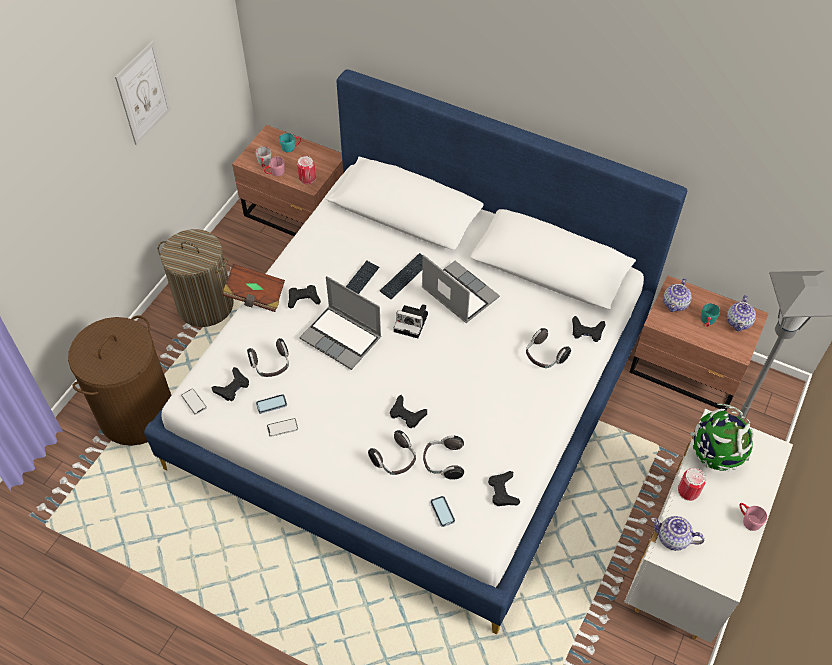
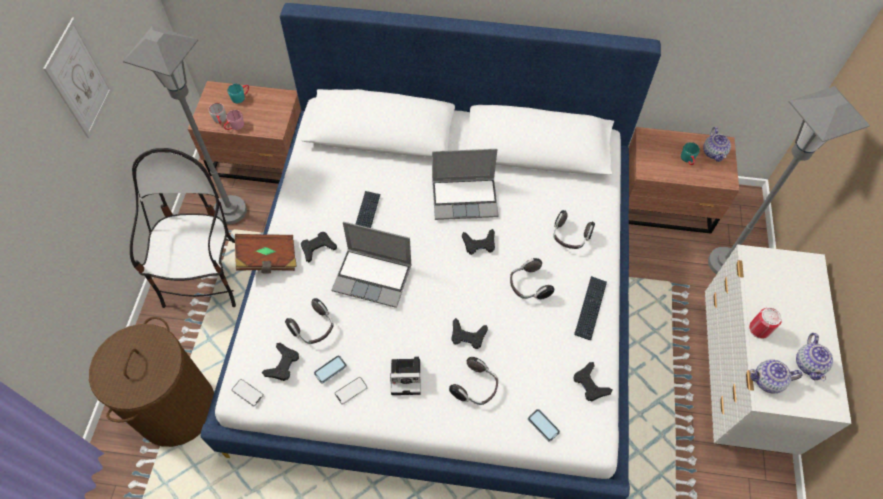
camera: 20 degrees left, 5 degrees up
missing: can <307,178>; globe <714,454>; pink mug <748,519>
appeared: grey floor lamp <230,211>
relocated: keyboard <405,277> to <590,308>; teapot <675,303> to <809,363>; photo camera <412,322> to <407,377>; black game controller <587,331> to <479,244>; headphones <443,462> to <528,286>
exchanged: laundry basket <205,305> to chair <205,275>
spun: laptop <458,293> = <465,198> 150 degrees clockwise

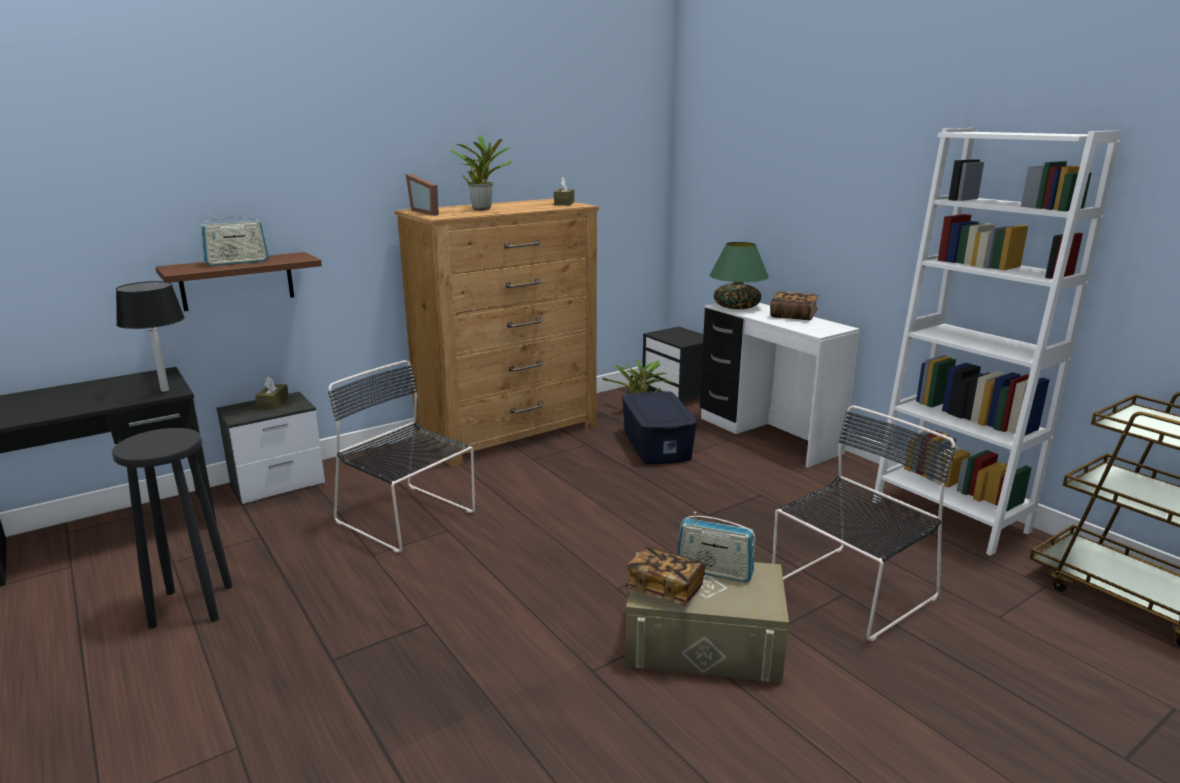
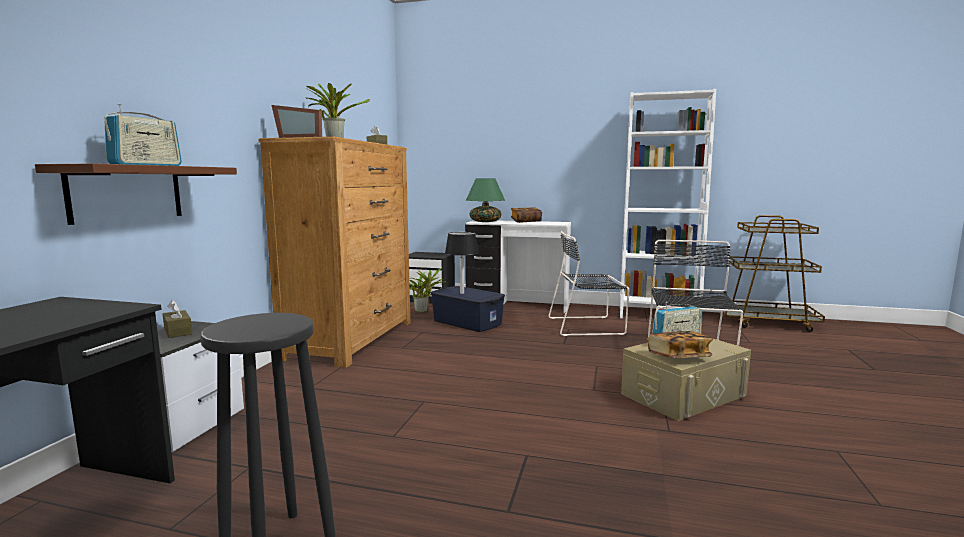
camera: 40 degrees left, 10 degrees down
relocated: black table lamp <164,390> to <462,293>; black chair <408,518> to <588,326>

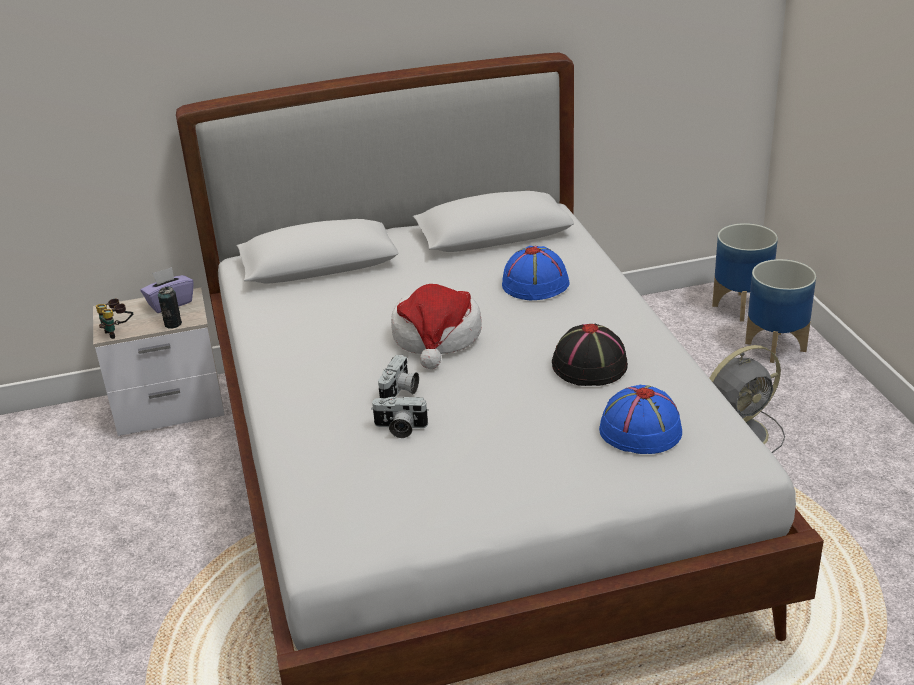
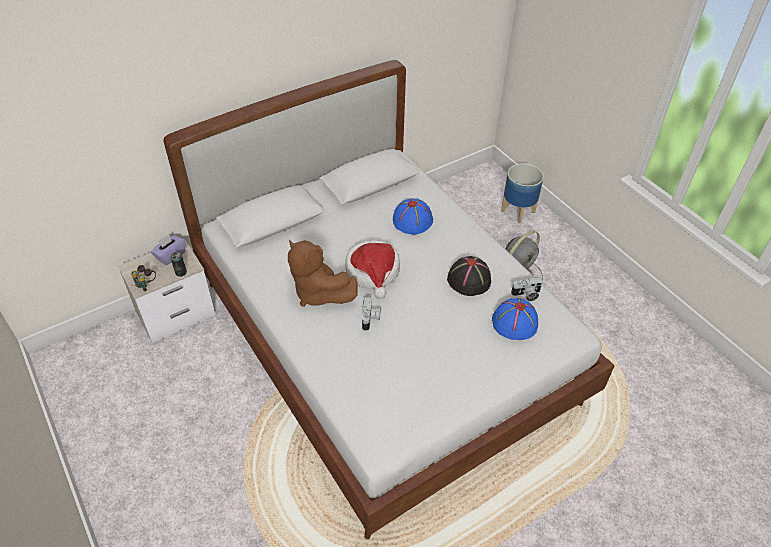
camera: 20 degrees left, 15 degrees up
missing: planter <741,306>
appeared: brown plush toy <318,292>
relocated: photo camera <400,428> to <526,295>

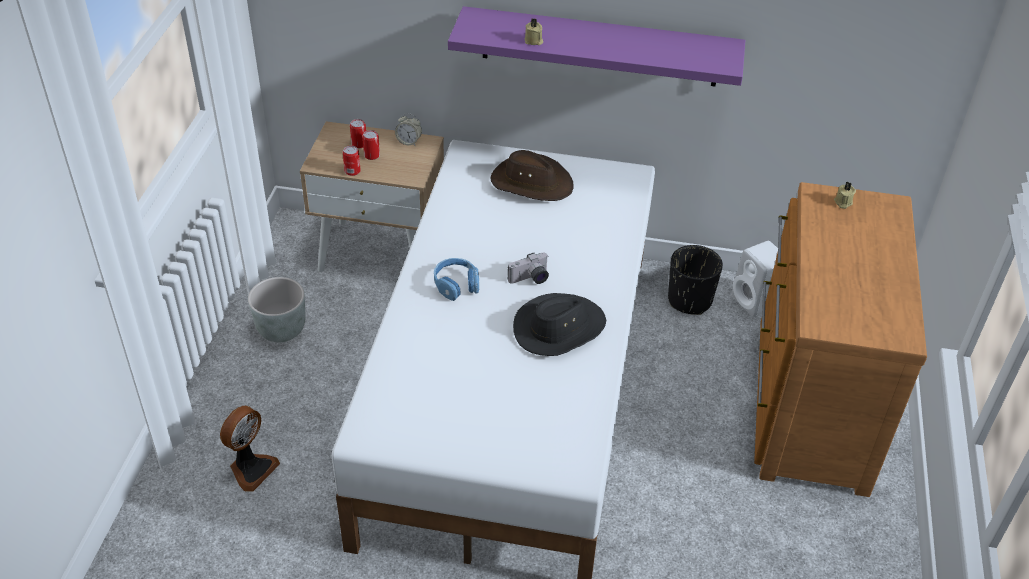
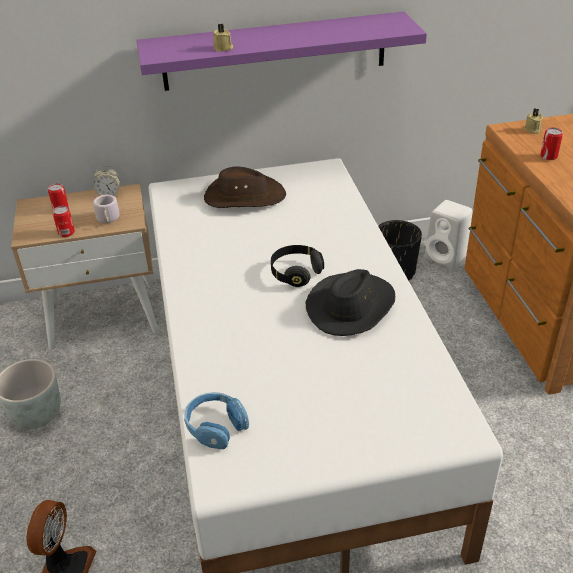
camera: 20 degrees left, 5 degrees down
appeared: grey mug <109,219>
relocated: can <372,155> to <548,156>; blue headphones <456,284> to <216,426>
exchanged: photo camera <530,279> to black headphones <296,273>

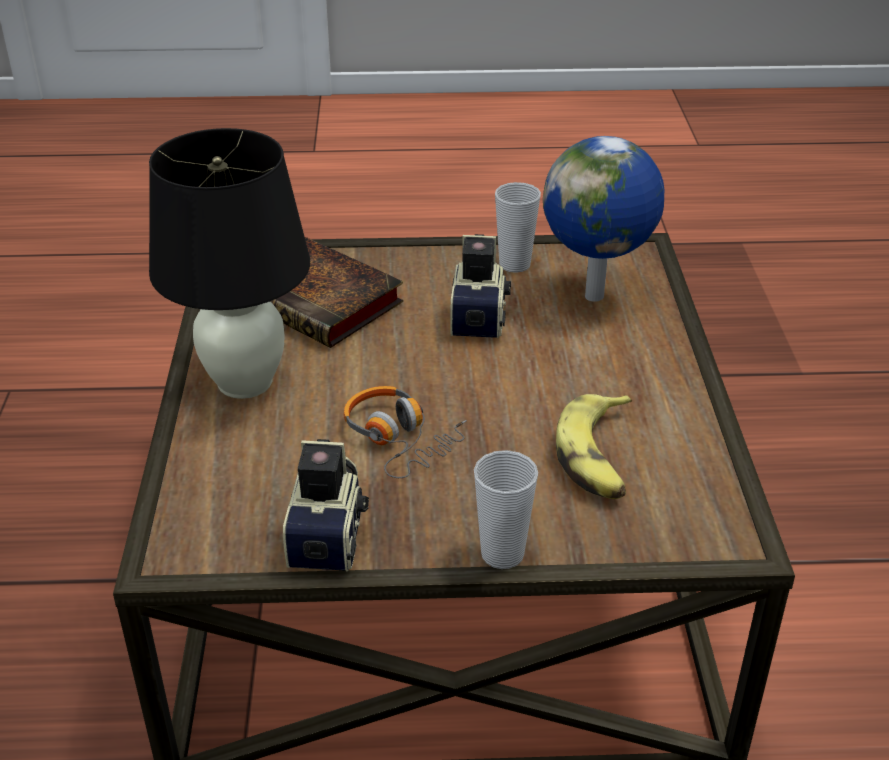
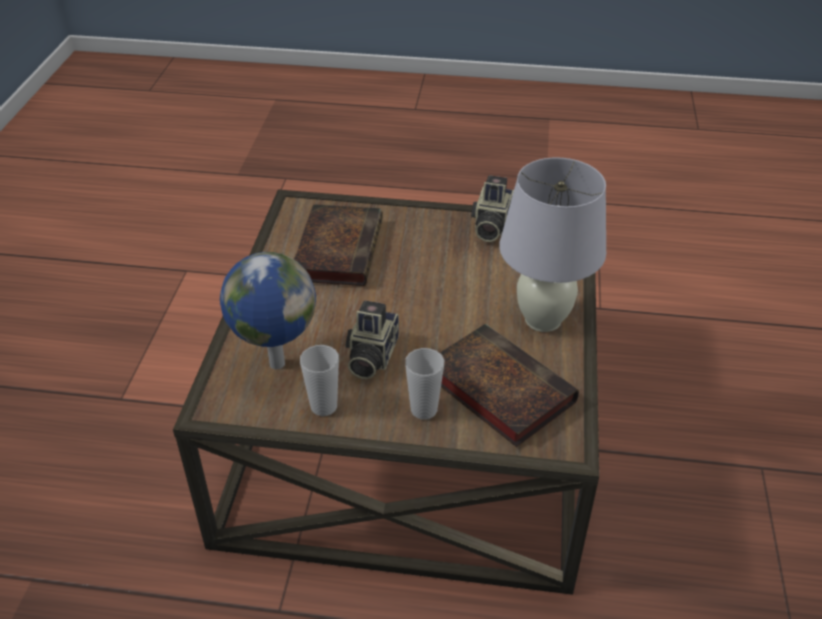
camera: 170 degrees left, 5 degrees up
missing: headphones <399,439>
relocated: cup <502,554> to <424,410>
exchanged: banana <598,457> to book <338,249>
colour: black table lamp <246,382> to white table lamp <542,320>

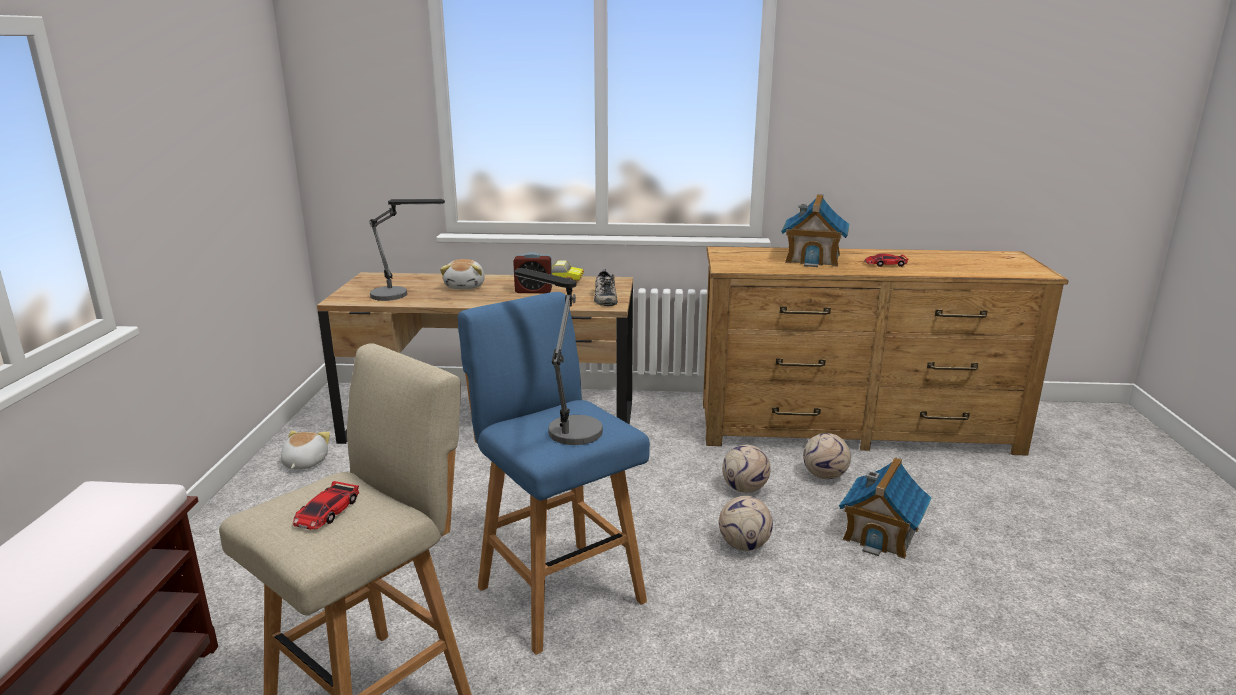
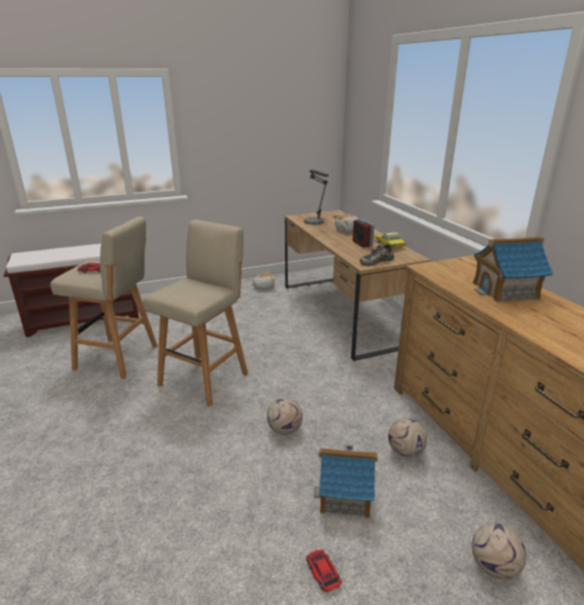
camera: 65 degrees right, 5 degrees up
missing: table lamp <565,426>
relocated: toy car <885,264> to <322,572>; football <745,488> to <494,567>
colour: blue stool <558,591> to beige stool <205,377>

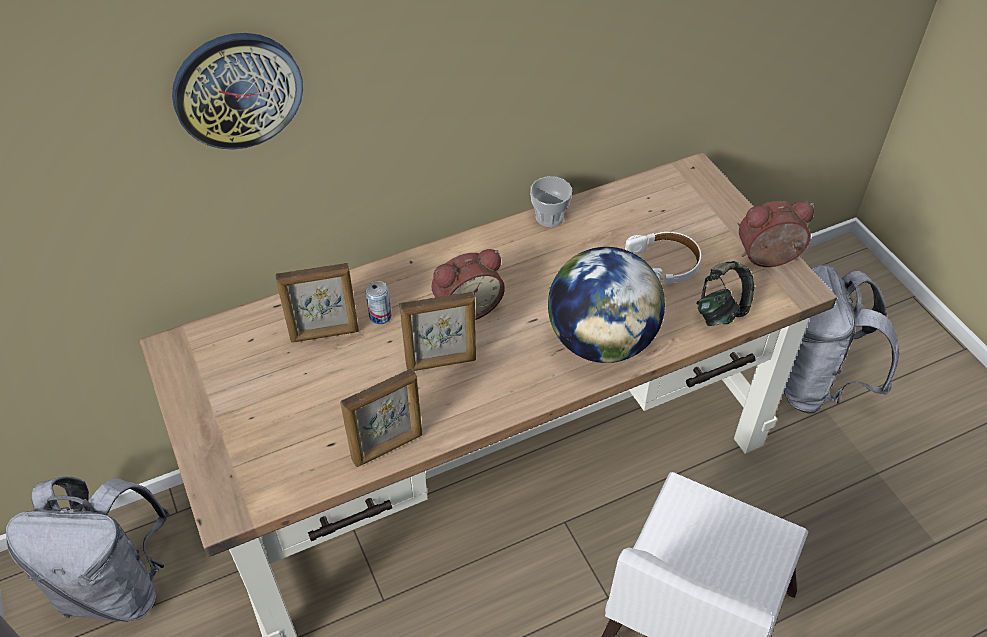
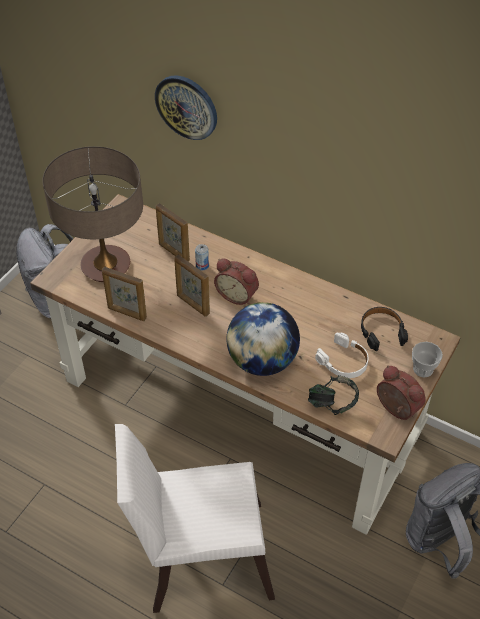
camera: 55 degrees right, 0 degrees up
appeared: table lamp <106,266>; black headphones <381,331>
relocated: cup <549,217> to <423,369>

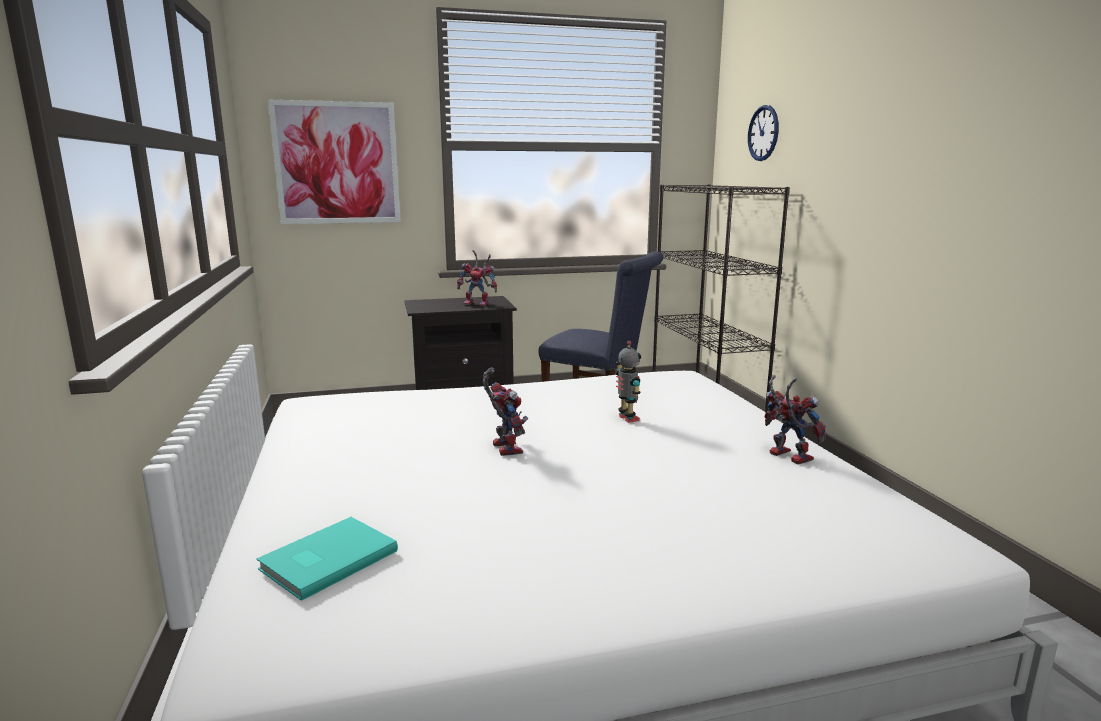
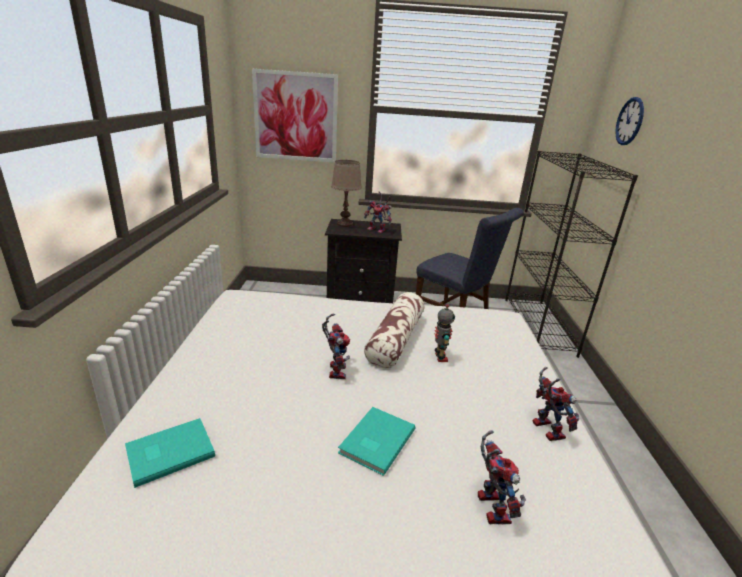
camera: 15 degrees right, 10 degrees up
appeared: brown table lamp <344,224>; pillow <395,339>; turquoise book <375,441>; toy robot <489,504>

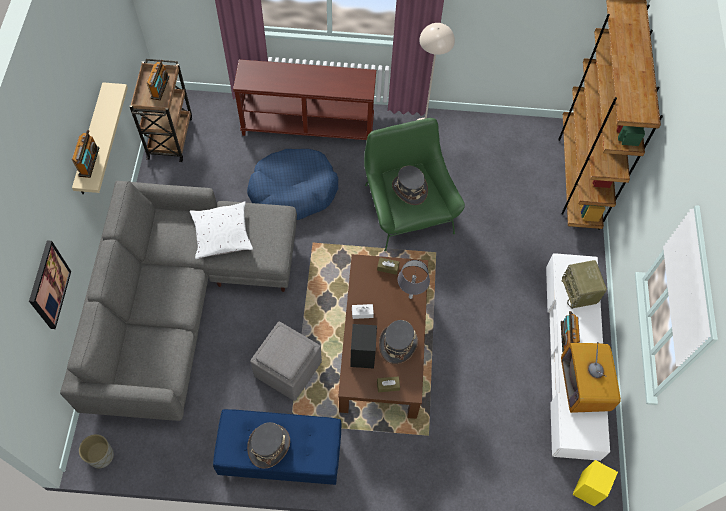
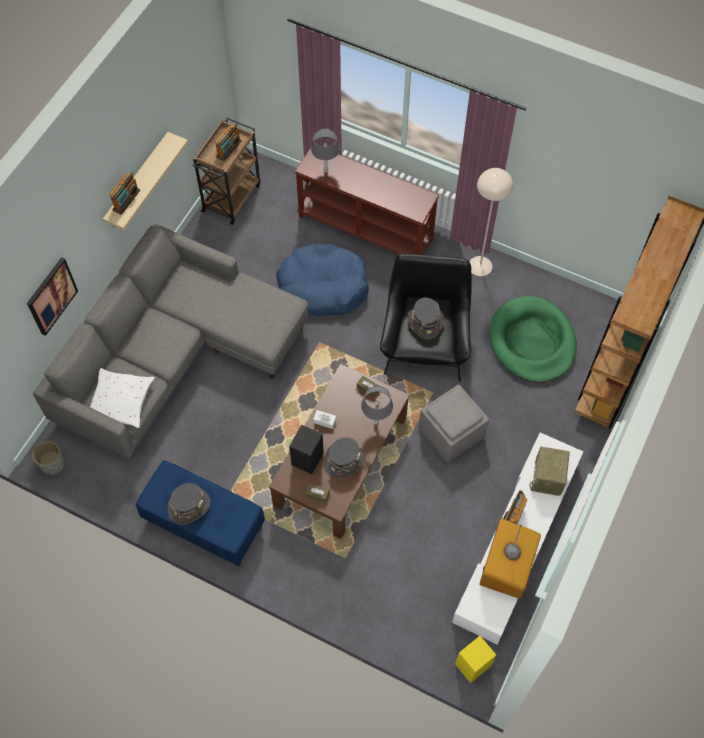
camera: 25 degrees right, 0 degrees up
appeared: grey table lamp <326,171>; green dog bed <532,342>
relocated: white pillow <222,234> to <120,401>; grey ottoman <287,369> to <450,433>
colour: green armchair <407,209> to black armchair <425,341>

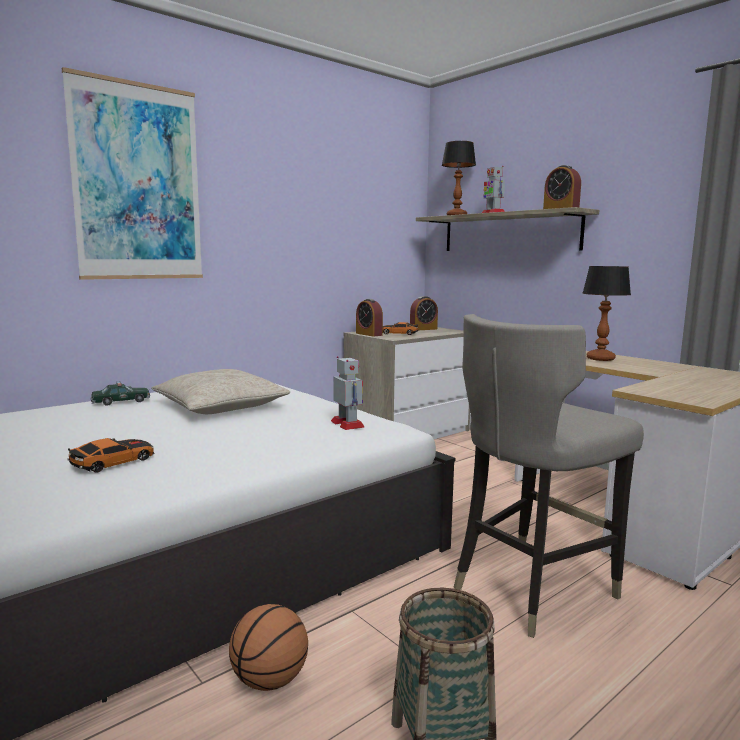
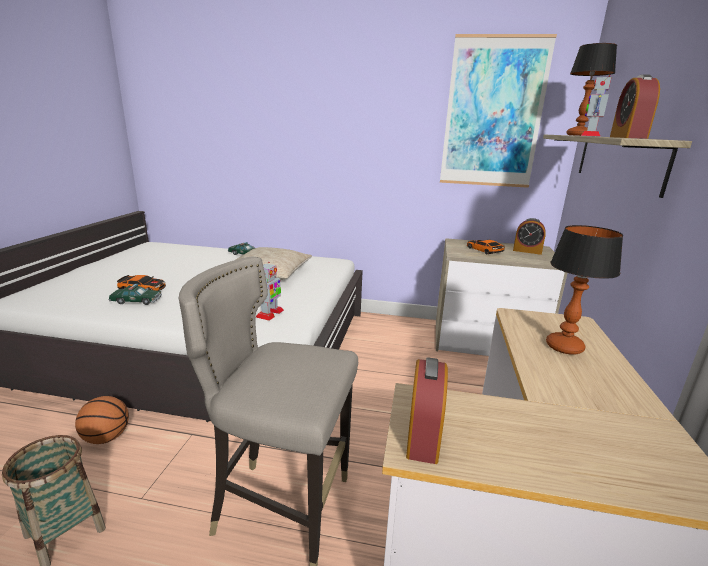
camera: 50 degrees right, 10 degrees up
appeared: toy car <136,301>
relocated: picture <138,183> to <493,114>; alarm clock <369,334> to <423,436>

